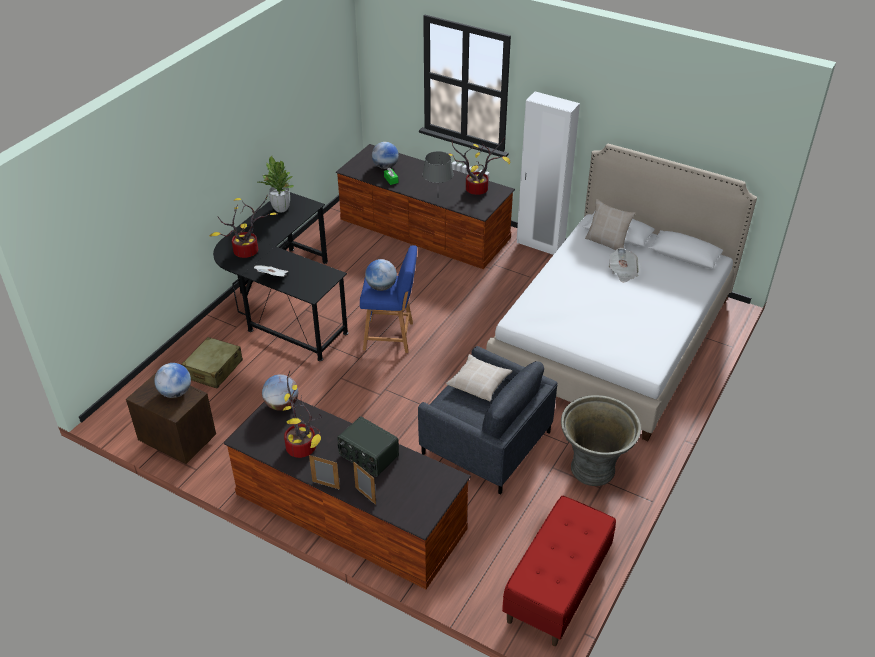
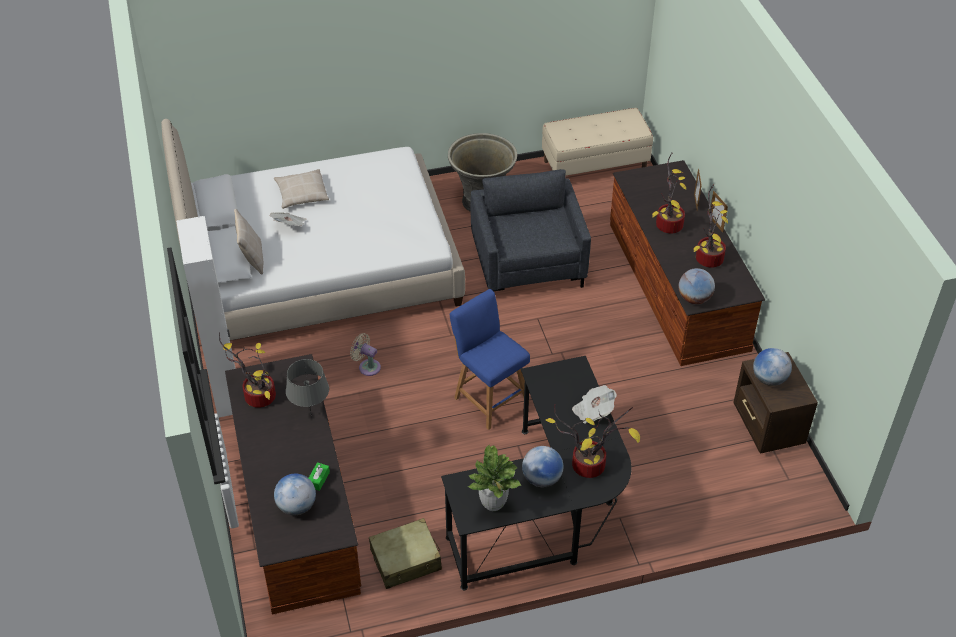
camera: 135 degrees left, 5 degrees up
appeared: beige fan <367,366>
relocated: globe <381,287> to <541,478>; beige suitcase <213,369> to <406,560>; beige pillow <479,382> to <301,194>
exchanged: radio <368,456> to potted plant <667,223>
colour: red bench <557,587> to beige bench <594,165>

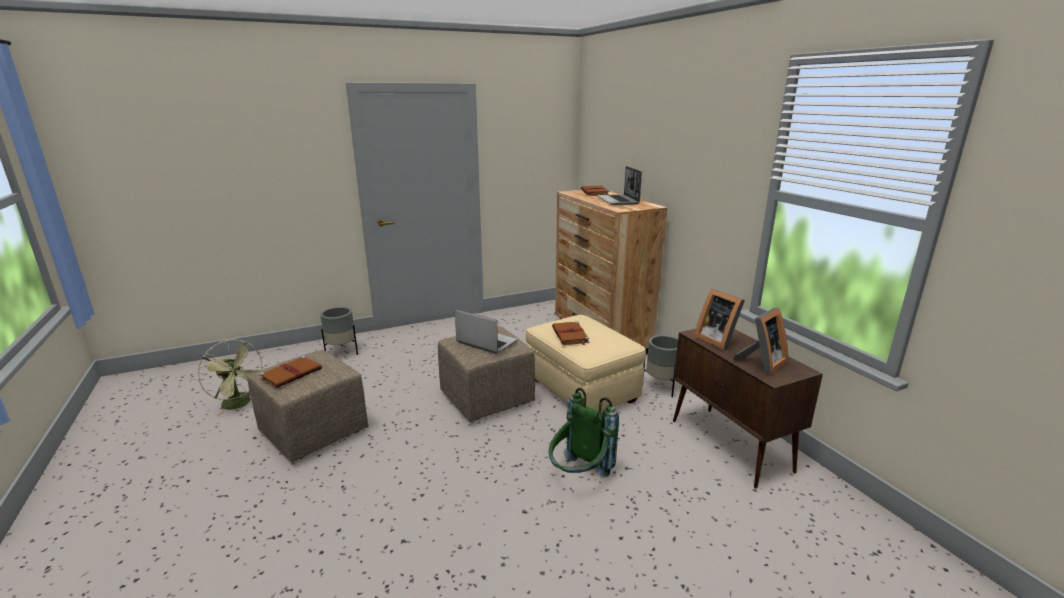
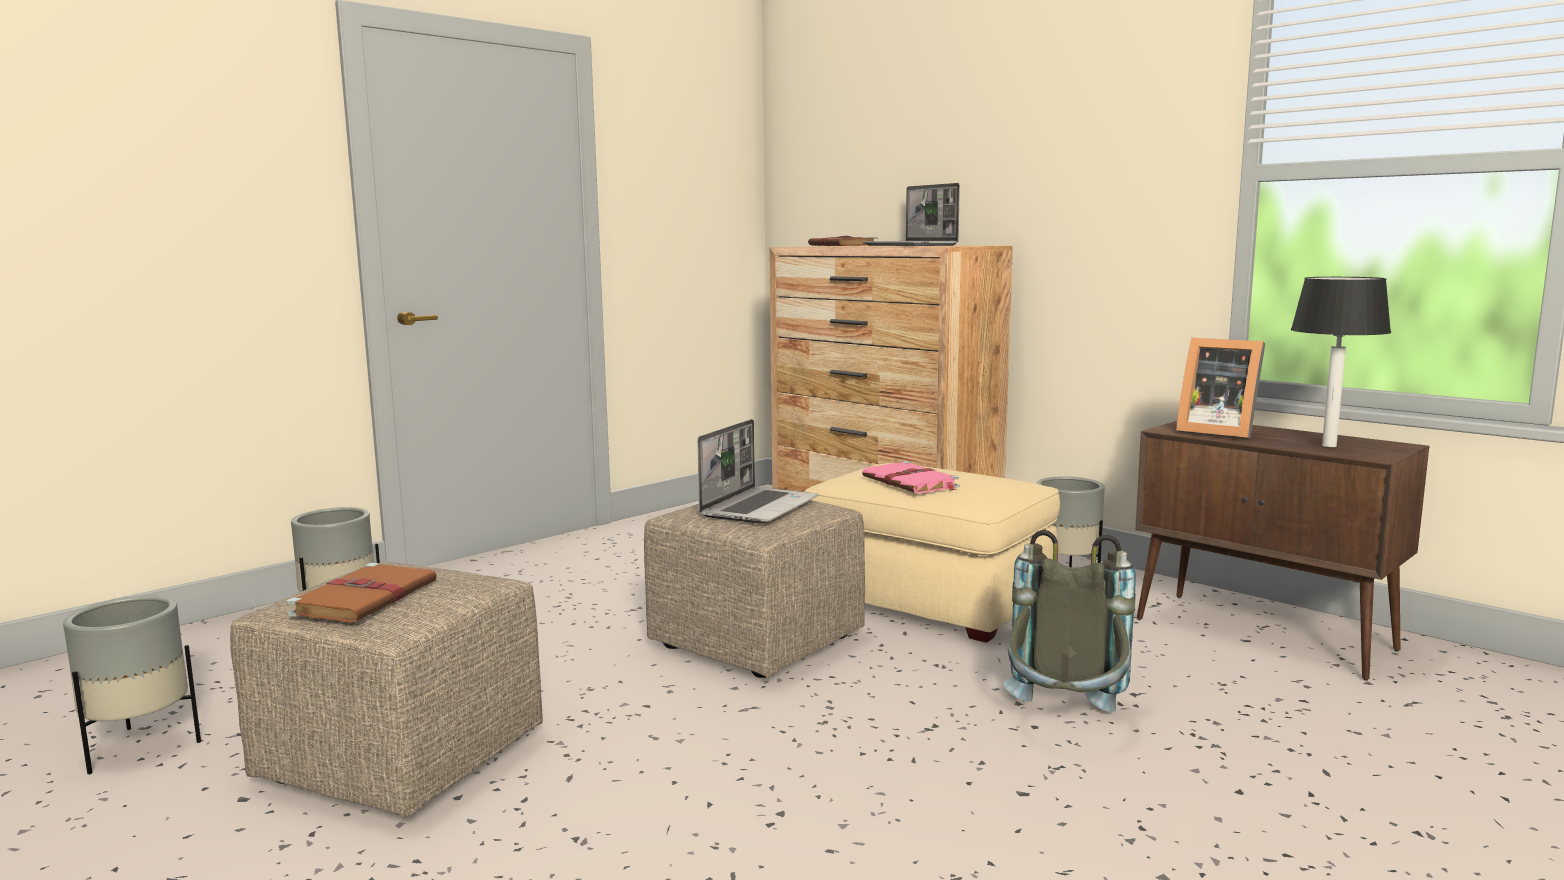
camera: 20 degrees left, 10 degrees down
exchanged: picture frame <761,363> to table lamp <1328,445>; green fan <240,404> to grey planter <140,747>
colour: brown book <570,335> to pink book <911,482>; green backpack <579,476> to grey backpack <1065,722>
spun: laptop <486,342> = <759,507> 105 degrees clockwise

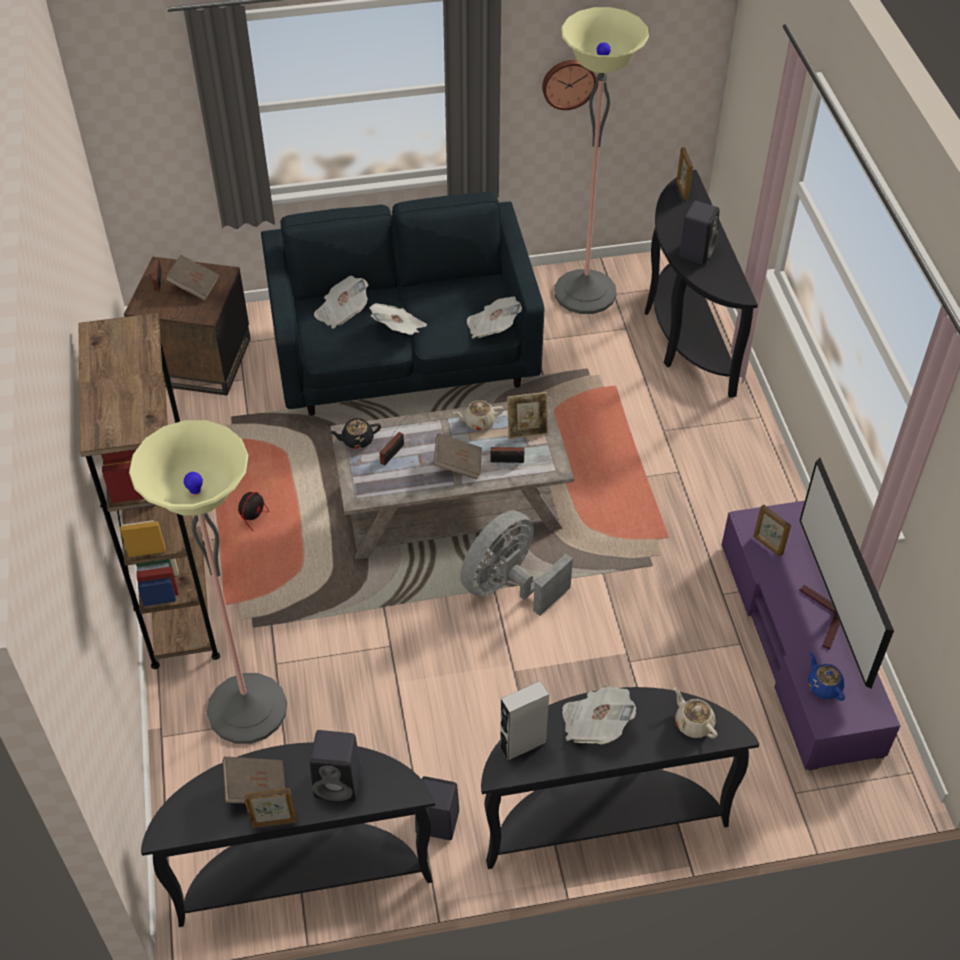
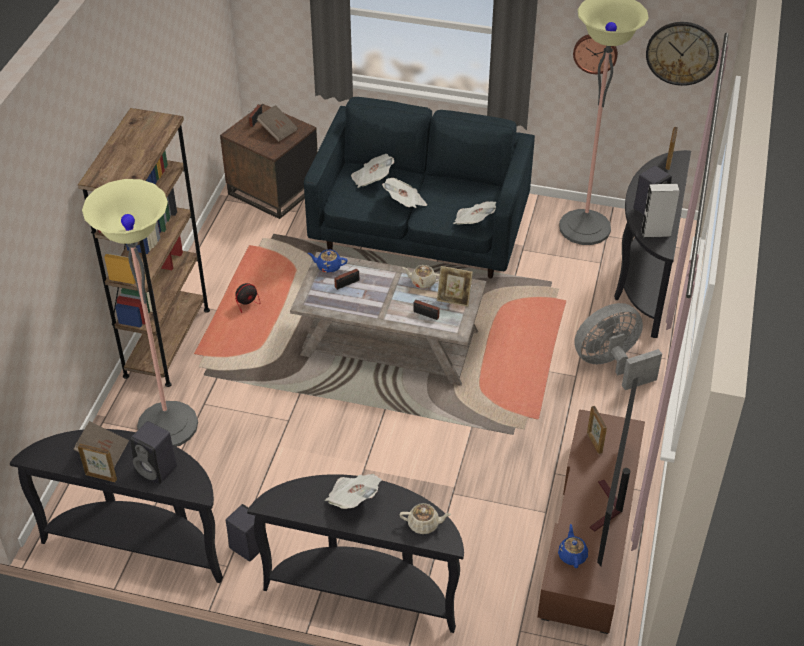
camera: 25 degrees right, 5 degrees down
missing: brown book <458,464>
appeared: wall clock <682,53>
relocated: grey fan <508,586> to <611,365>; grey speaker <522,745> to <656,233>
colour: black teapot <357,440> to blue teapot <328,267>; purple tv stand <798,646> to brown tv stand <590,531>
spun: beige teapot <693,723> = <424,524> 105 degrees clockwise

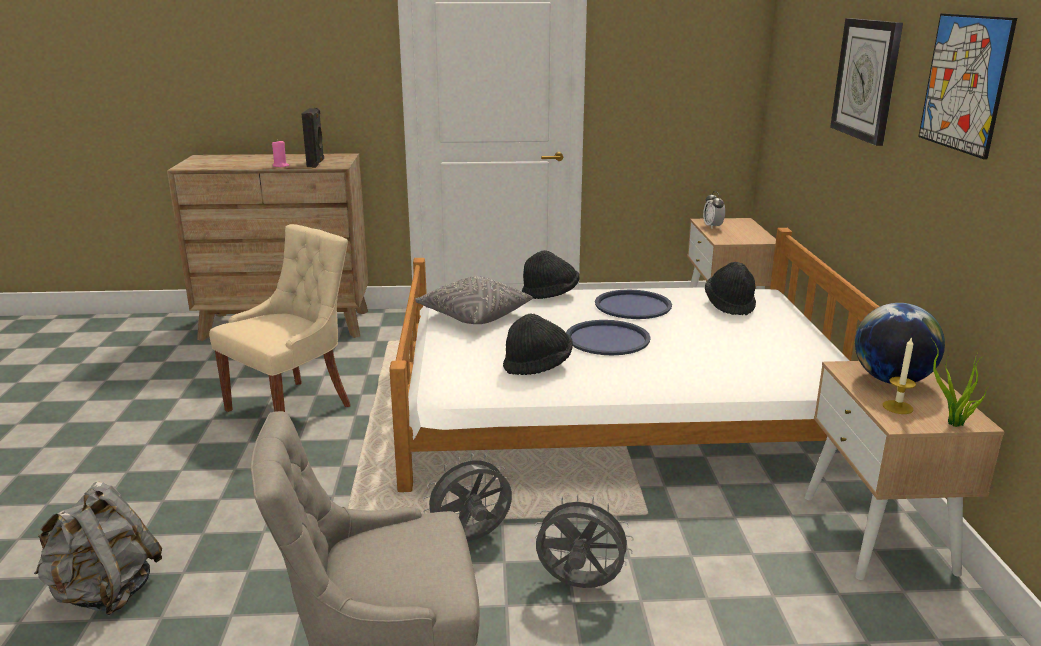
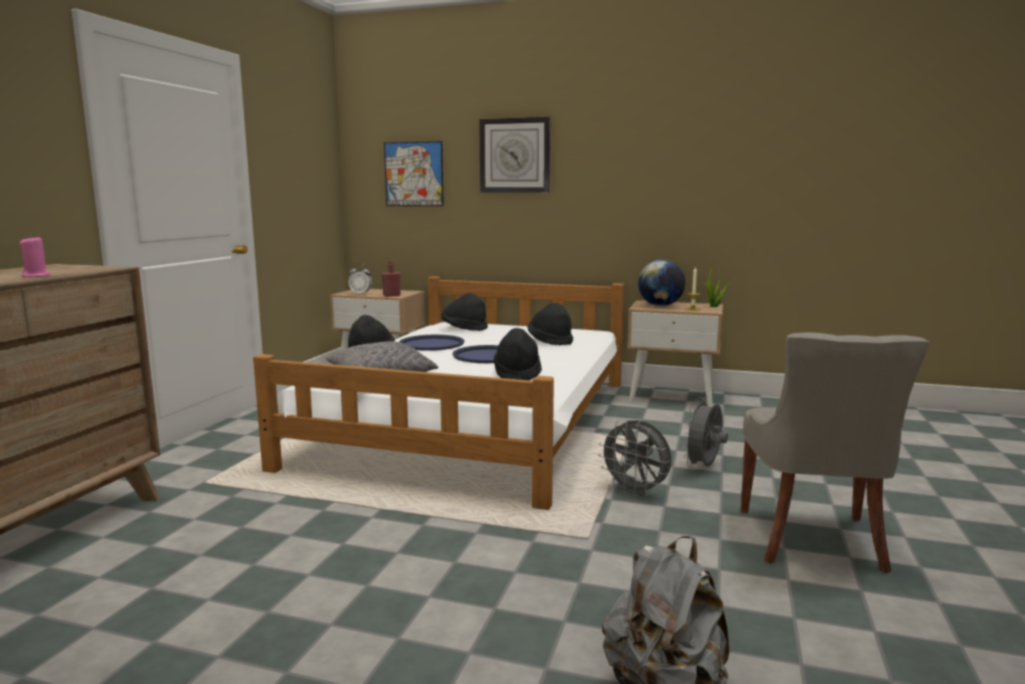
camera: 70 degrees left, 10 degrees down
missing: black speaker <316,163>; beige chair <293,407>
appeared: red bottle <391,295>; black hat <550,341>
relocated: picture <964,83> to <413,174>
spun: grey fan <471,539> = <635,491> 45 degrees counterclockwise

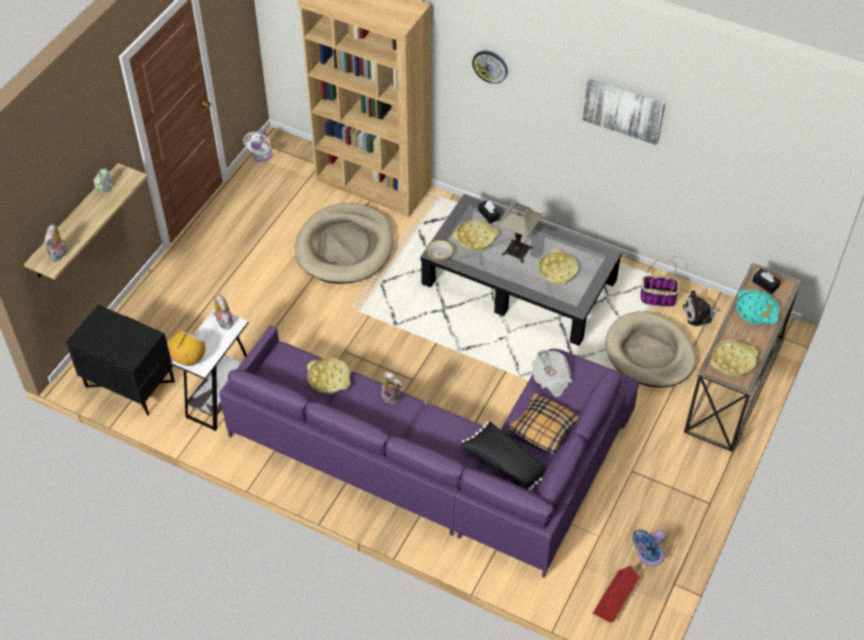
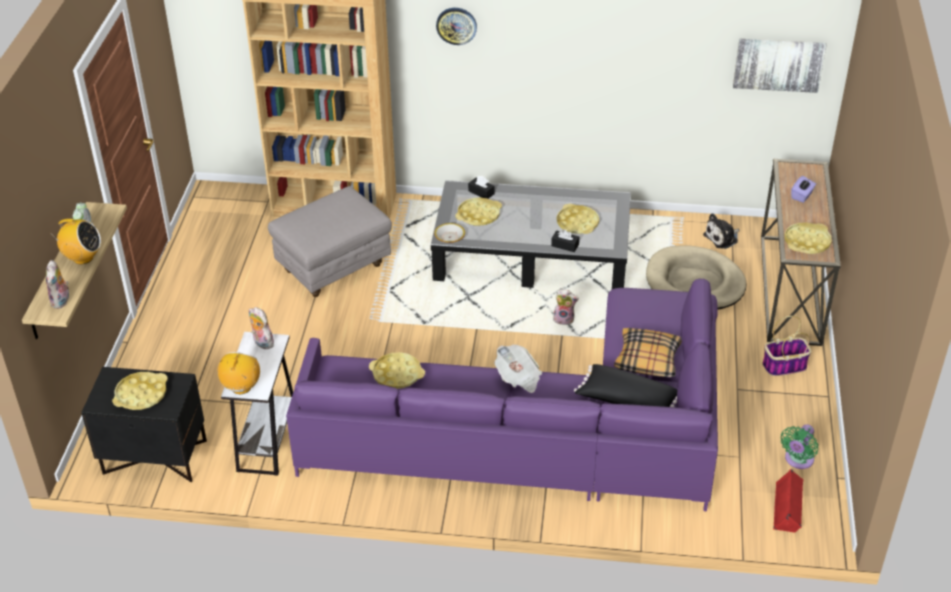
camera: 20 degrees left, 10 degrees down
missing: white fan <261,156>; table lamp <517,251>
appeared: radio <82,258>; yellow tray <141,394>
relocated: picture <623,110> to <778,64>; basket <657,298> to <784,366>; black tissue box <765,284> to <565,245>; newspaper <551,379> to <518,378>; plush toy <392,397> to <564,319>
exchanged: beige dog bed <345,247> to grey ottoman <334,268>; turquoise tray <756,310> to purple tissue box <802,196>
colour: blue fan <648,556> to green fan <797,460>

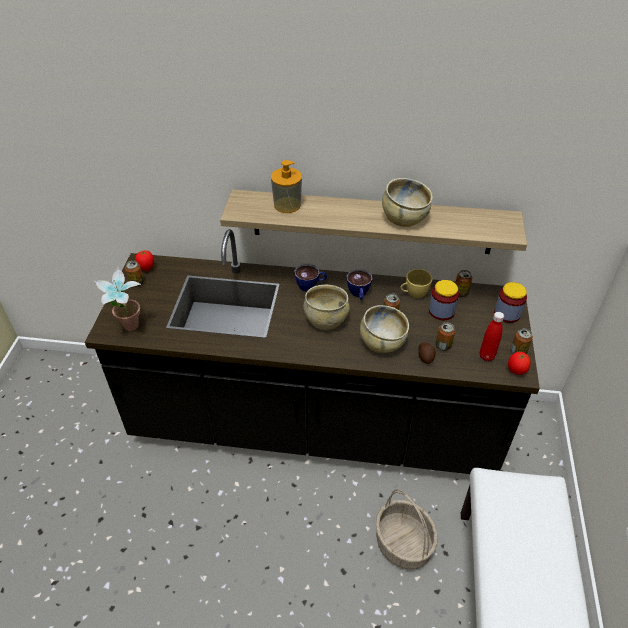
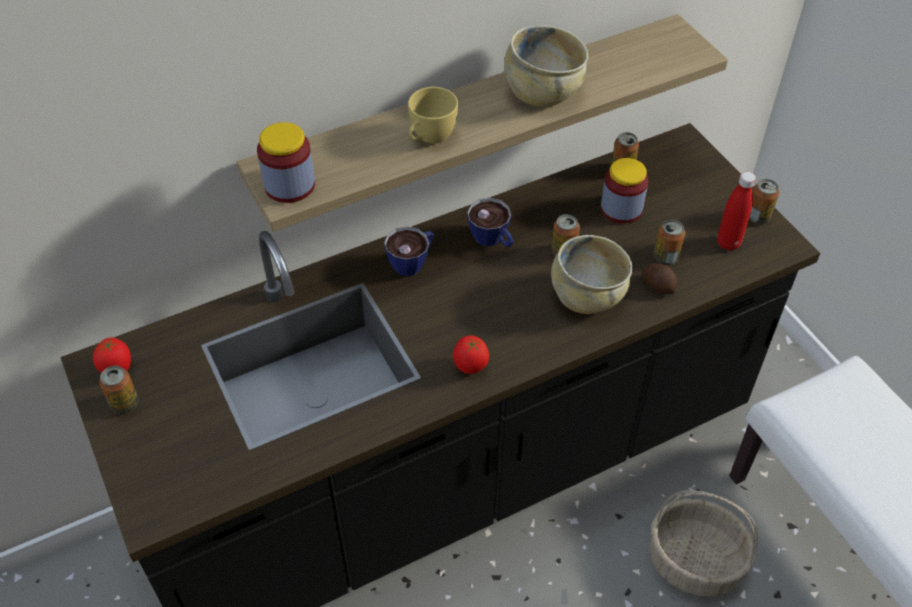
camera: 35 degrees left, 5 degrees up
missing: soap dispenser <287,205>; potted plant <129,330>; beige bowl <326,320>
relocated: yellow cup <413,294> to <429,138>; jar <507,313> to <289,185>; tomato <516,371> to <470,367>

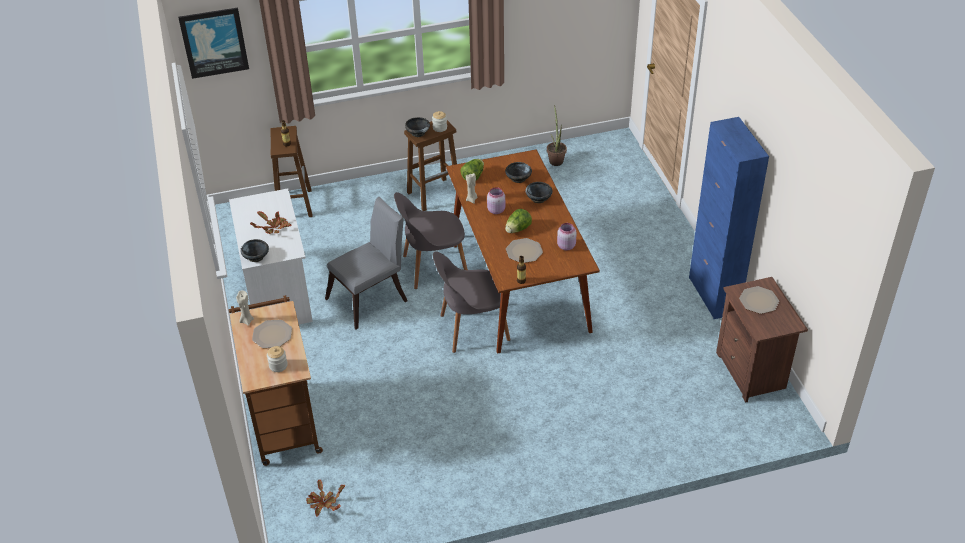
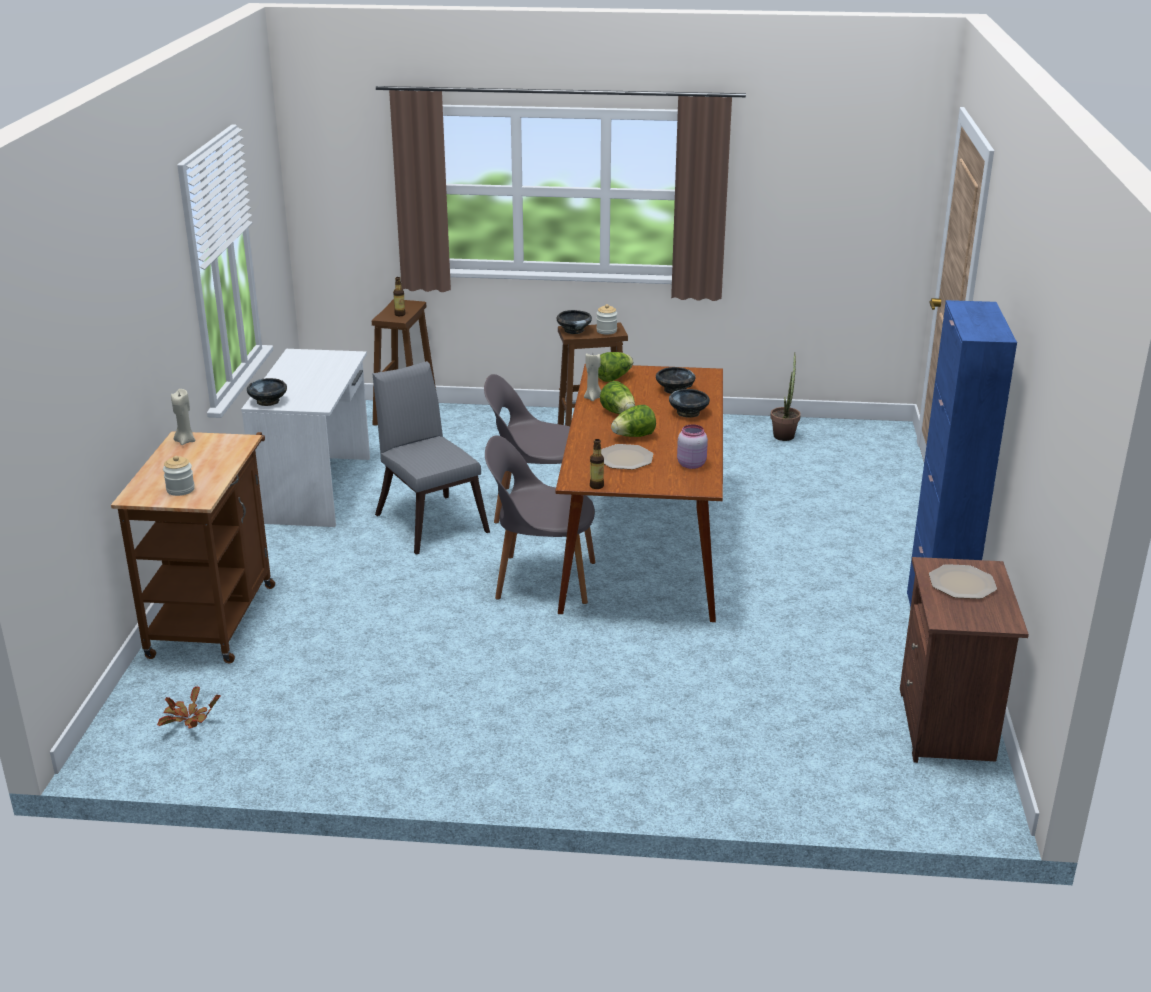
camera: 20 degrees right, 15 degrees down
missing: picture <214,42>; potted plant <273,228>; plate <272,334>
exchanged: pink jar <496,210> to lettuce <619,413>
spun: grey chair <371,298> = <430,520> 105 degrees counterclockwise

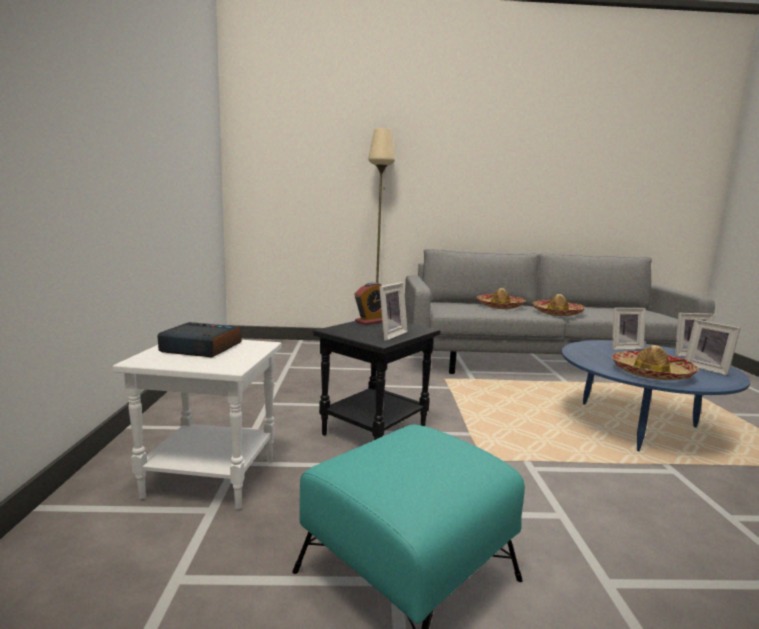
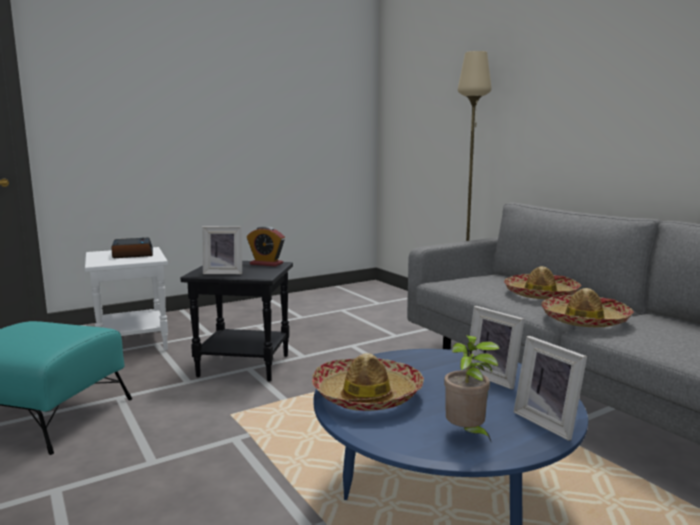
camera: 60 degrees right, 0 degrees up
exchanged: picture frame <708,368> to potted plant <467,434>

